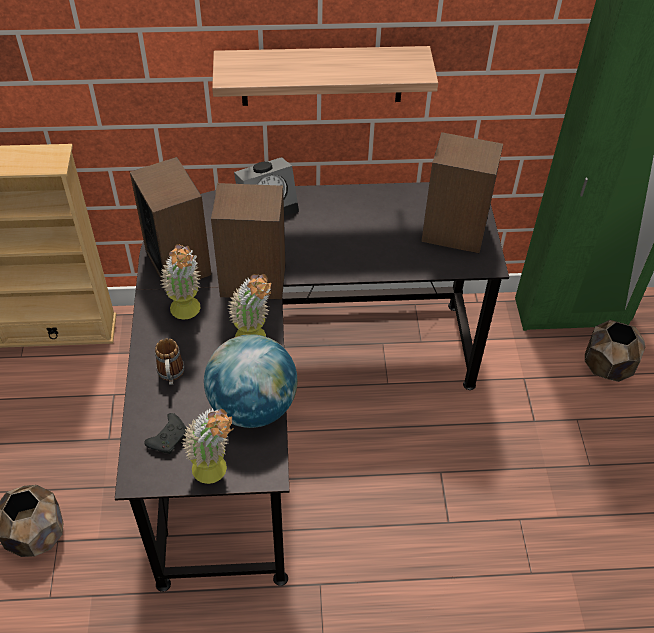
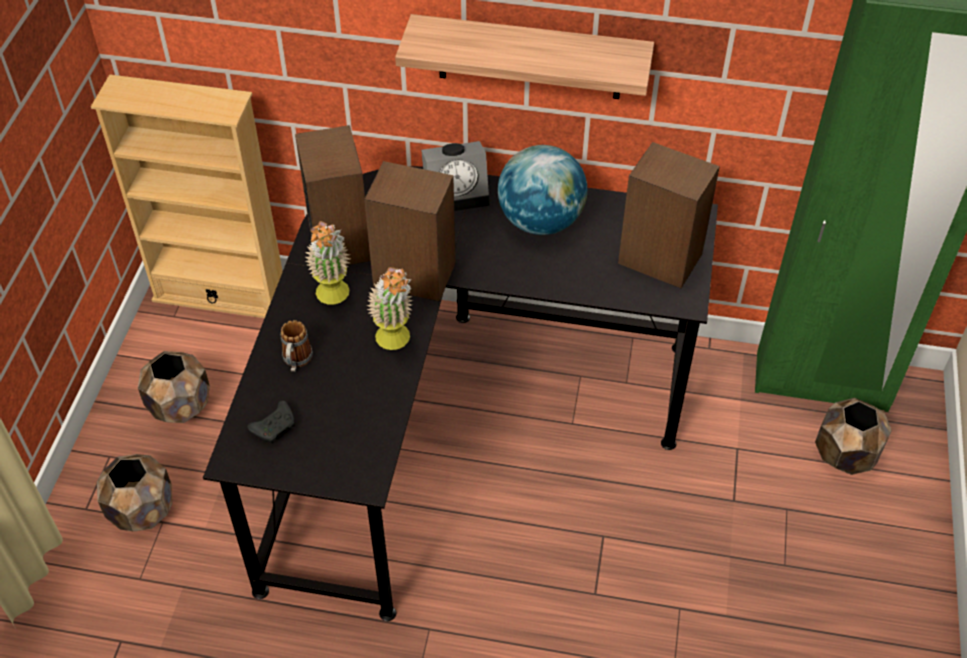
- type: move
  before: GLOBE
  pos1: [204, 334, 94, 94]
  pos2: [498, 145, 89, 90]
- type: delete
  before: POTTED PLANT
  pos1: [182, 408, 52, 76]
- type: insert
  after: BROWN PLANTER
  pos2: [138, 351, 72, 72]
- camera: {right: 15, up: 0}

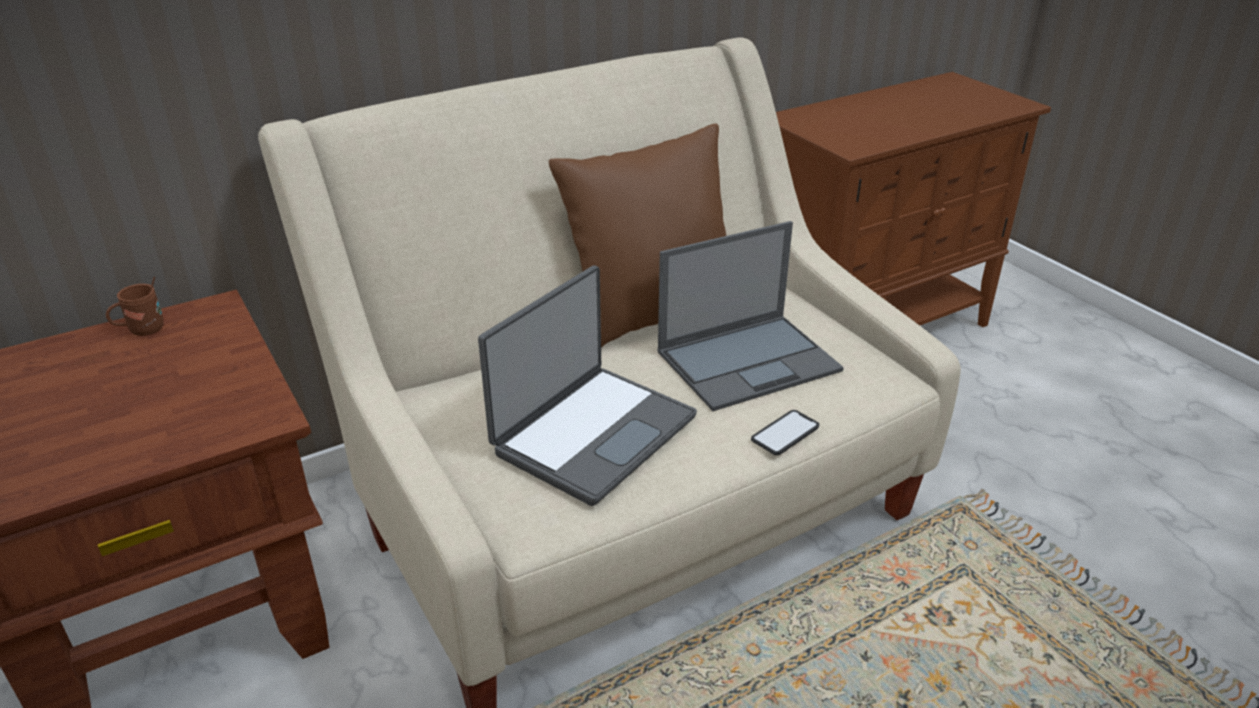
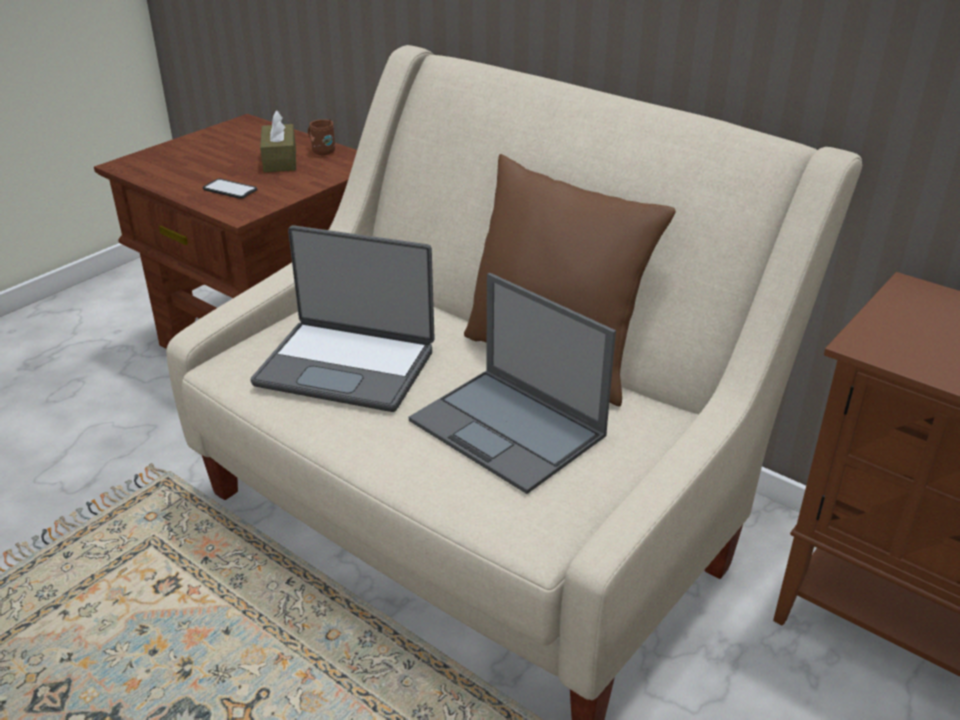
- type: move
  before: PHONE
  pos1: [751, 410, 68, 45]
  pos2: [203, 179, 54, 20]
- type: insert
  after: BROWN TISSUE BOX
  pos2: [260, 110, 36, 62]
- camera: {right: 70, up: 0}

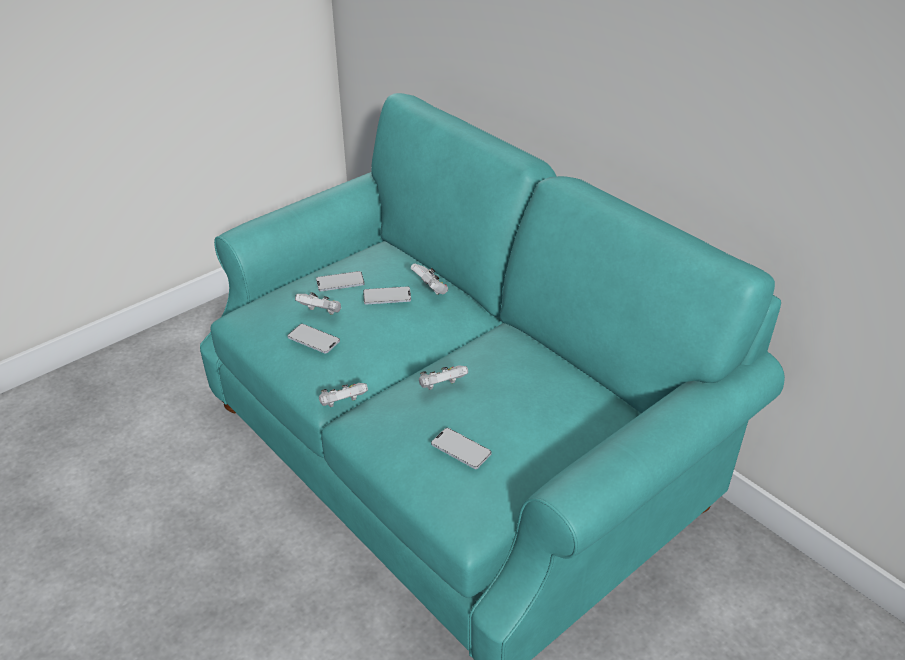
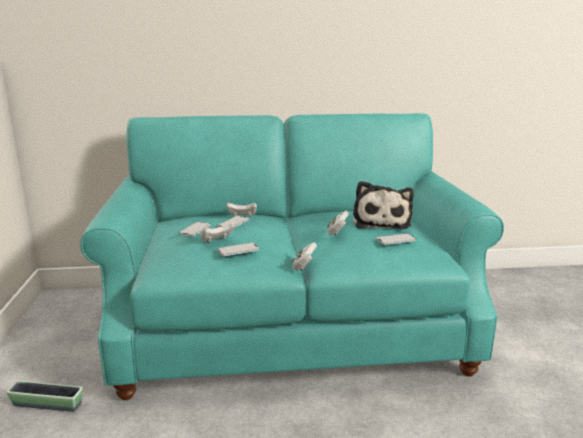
- type: insert
  after: PLUSH TOY
  pos2: [353, 181, 61, 48]
- type: insert
  after: PLANTER
  pos2: [7, 381, 76, 31]
- camera: {right: -55, up: -20}

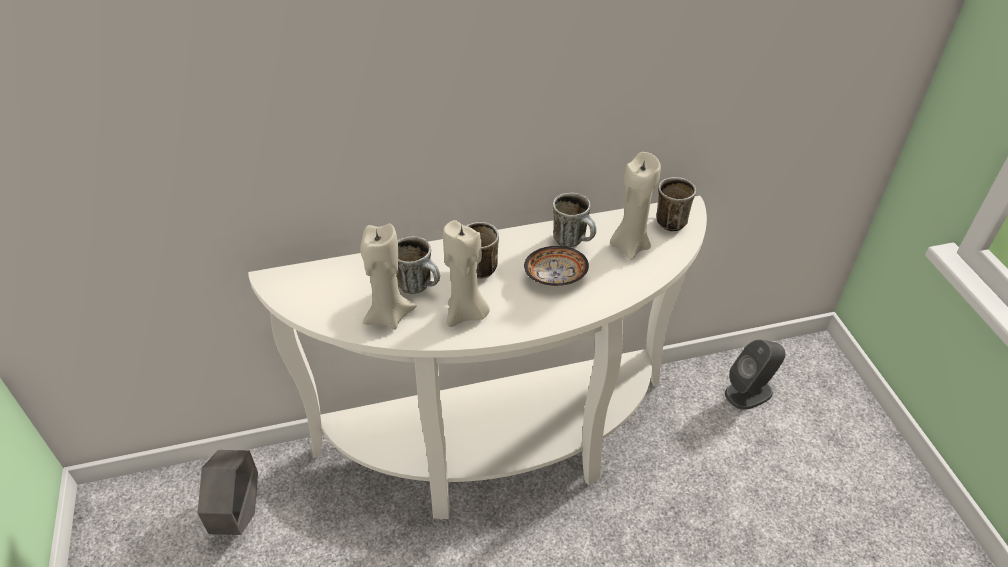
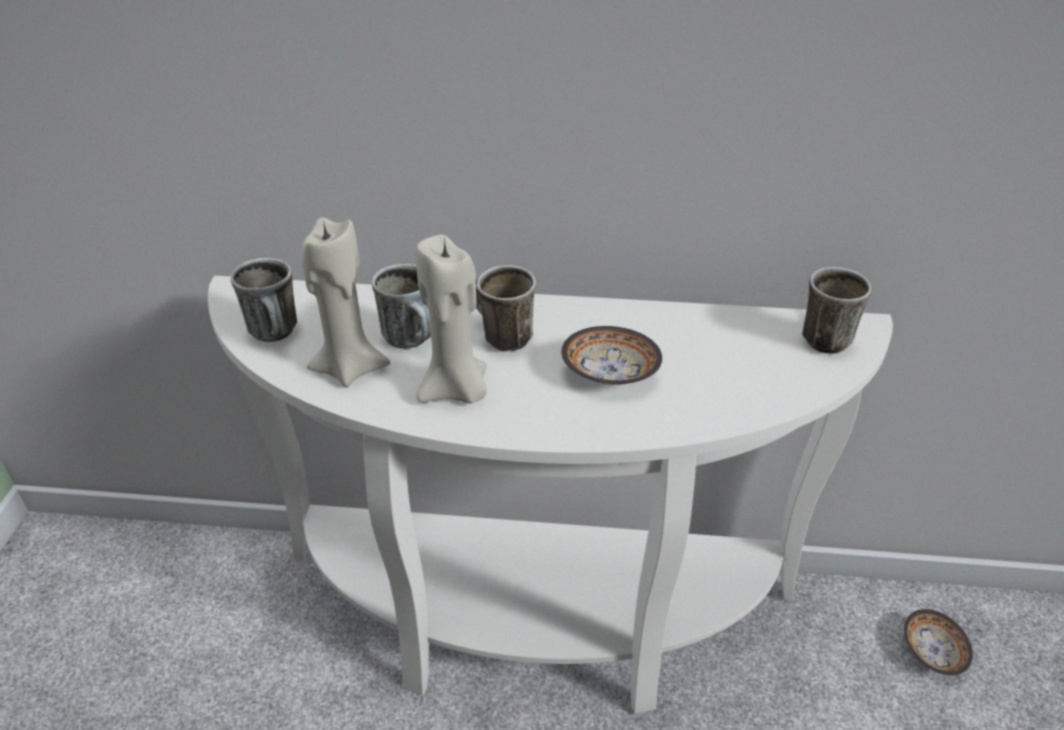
- type: delete
  before: BEIGE CANDLE
  pos1: [610, 152, 51, 108]
- type: move
  before: MUG
  pos1: [553, 193, 43, 54]
  pos2: [231, 258, 66, 84]
- type: replace
  before: GREY SPEAKER
  after: BOWL
  pos1: [725, 340, 61, 70]
  pos2: [904, 609, 69, 66]
- type: delete
  before: GREY PLANTER
  pos1: [198, 450, 60, 85]
- camera: {right: 20, up: -5}

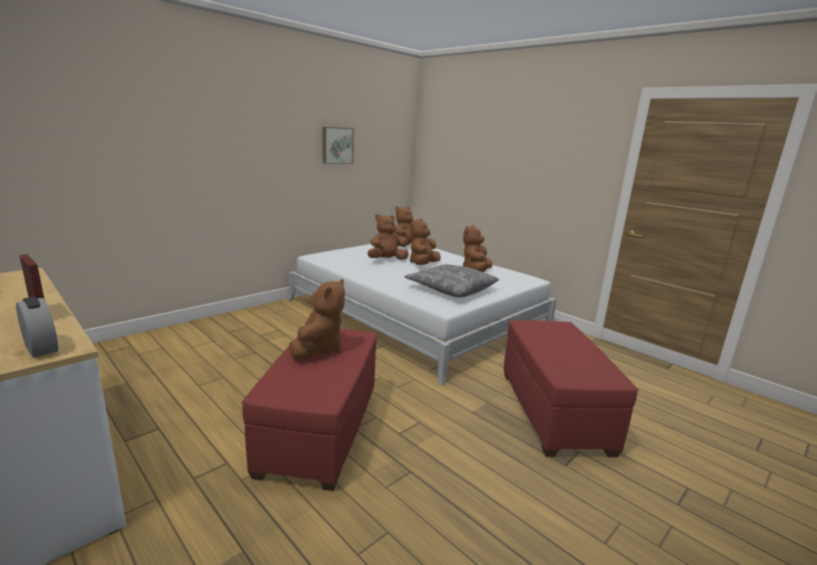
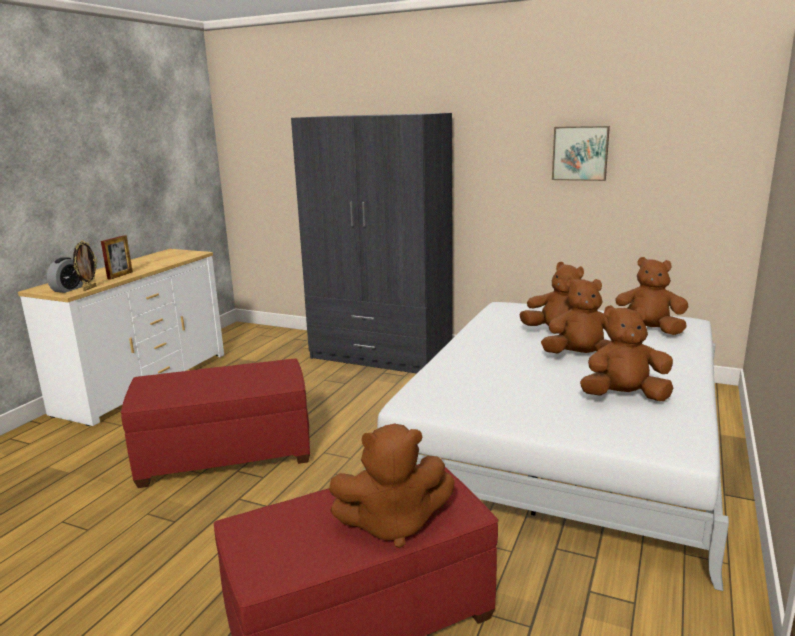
- type: delete
  before: GREY PILLOW
  pos1: [404, 264, 95, 34]
- type: move
  before: BROWN PLUSH TOY
  pos1: [289, 279, 56, 81]
  pos2: [329, 424, 126, 124]
- type: insert
  after: GREY WARDROBE
  pos2: [291, 113, 161, 261]
- type: insert
  after: PICTURE FRAME
  pos2: [73, 240, 24, 51]
- camera: {right: 70, up: 0}

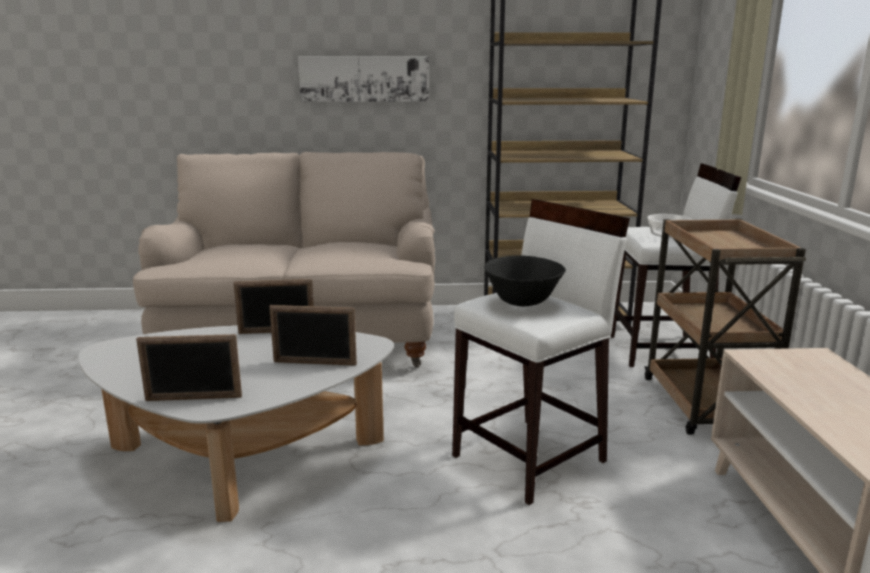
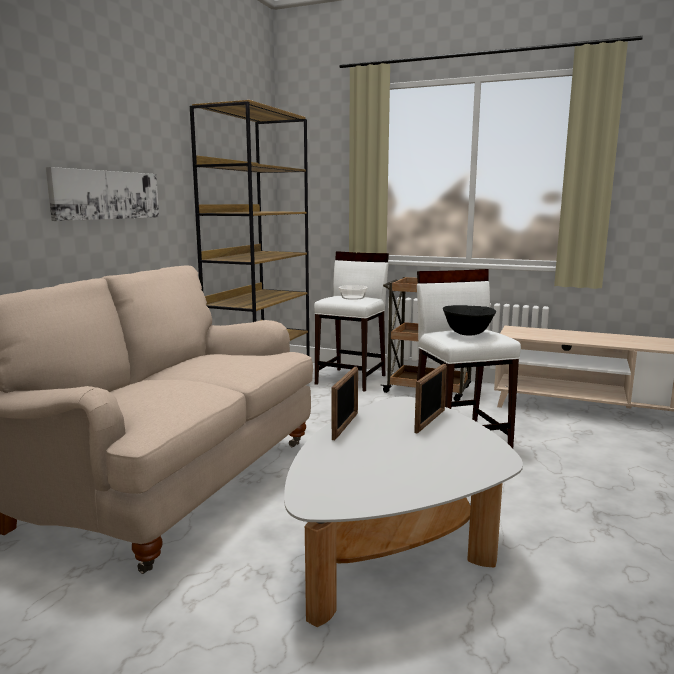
- type: delete
  before: PICTURE FRAME
  pos1: [136, 334, 106, 67]
- camera: {right: -65, up: -5}

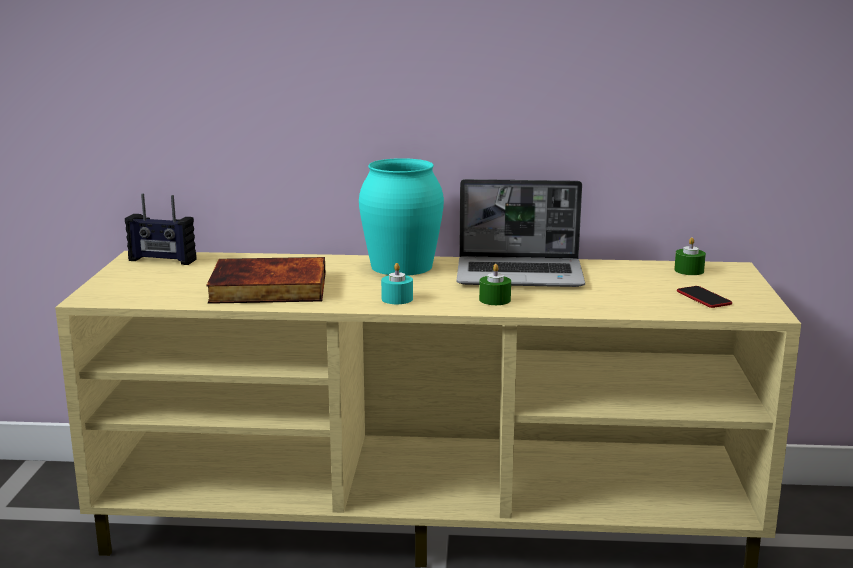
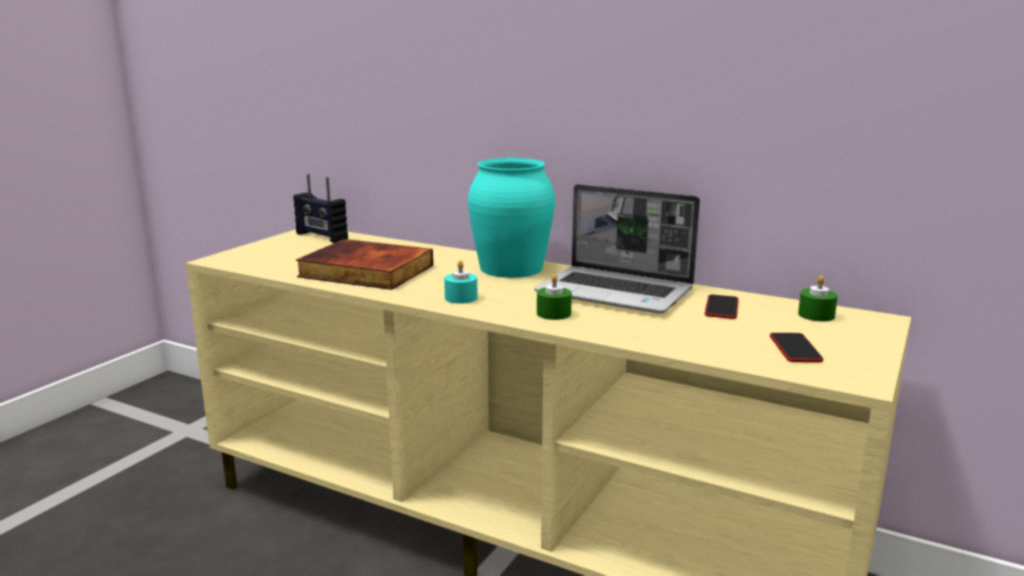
- type: insert
  after: PHONE
  pos2: [705, 295, 34, 24]
- camera: {right: 25, up: 0}

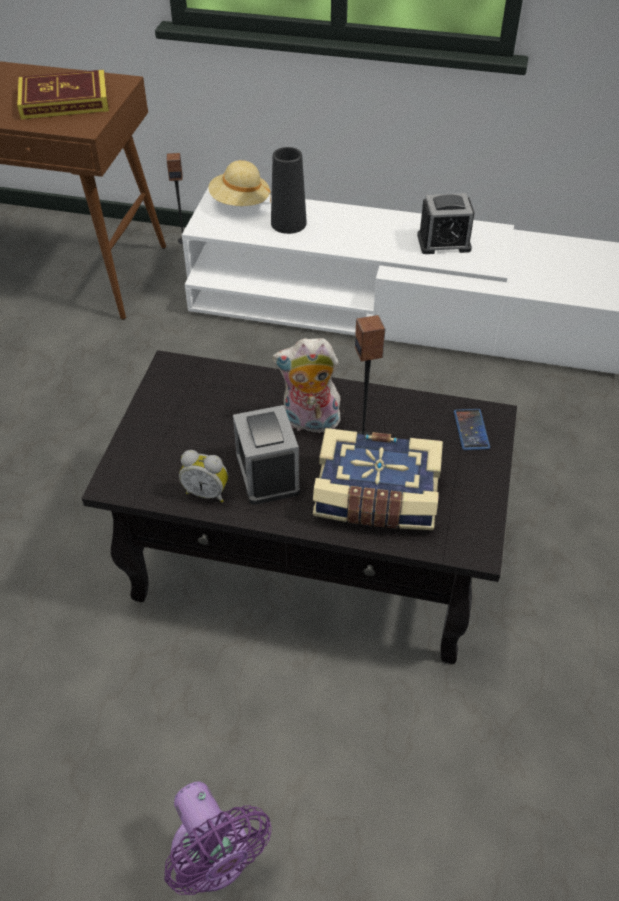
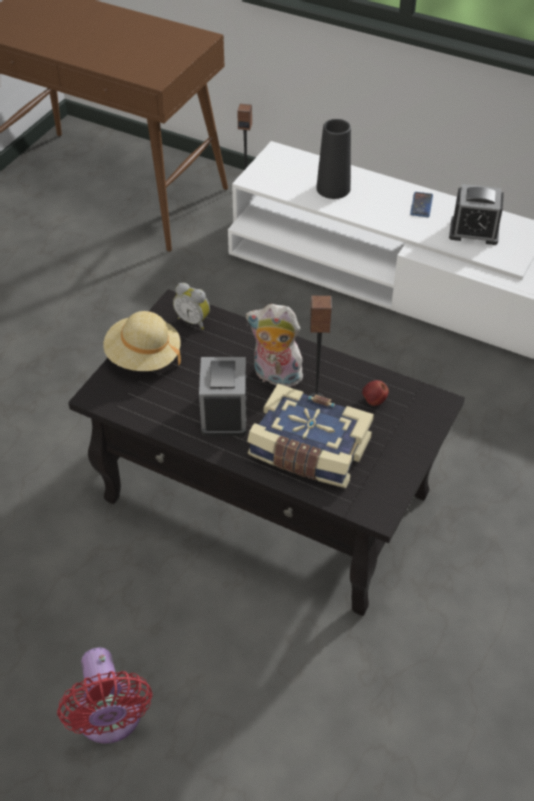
- type: delete
  before: BOOK
  pos1: [17, 70, 92, 50]
- type: move
  before: BEIGE HAT
  pos1: [208, 160, 63, 46]
  pos2: [103, 311, 78, 60]
- type: move
  before: PHONE
  pos1: [454, 409, 36, 41]
  pos2: [410, 192, 23, 25]
- type: move
  before: ALARM CLOCK
  pos1: [179, 450, 49, 53]
  pos2: [173, 283, 37, 47]
- type: recolor
  before: PURPLE FAN
  after: RED FAN
  pos1: [164, 781, 108, 114]
  pos2: [57, 648, 96, 96]
- type: insert
  after: APPLE
  pos2: [362, 380, 27, 26]
- camera: {right: 15, up: 0}

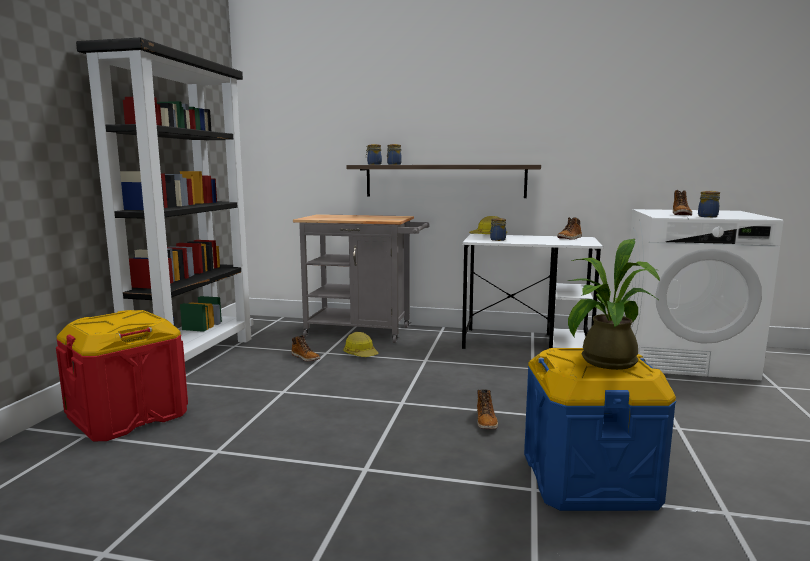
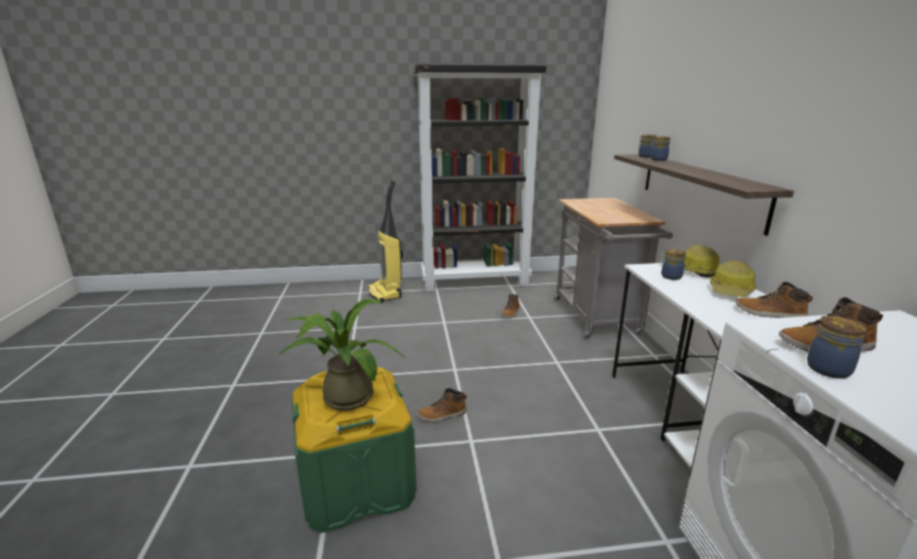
- type: replace
  before: RED STORAGE BOX
  after: VACUUM CLEANER
  pos1: [56, 310, 132, 131]
  pos2: [368, 180, 35, 123]
- type: move
  before: HARD HAT
  pos1: [343, 332, 35, 25]
  pos2: [710, 260, 47, 37]
- type: recolor
  before: BLUE STORAGE BOX
  after: GREEN STORAGE BOX
  pos1: [524, 348, 152, 163]
  pos2: [292, 367, 125, 166]
- camera: {right: 70, up: 10}

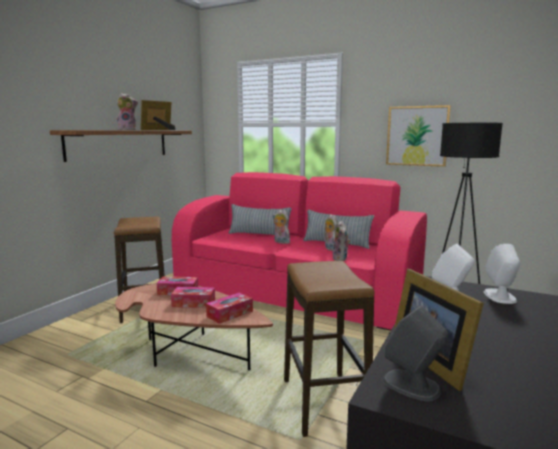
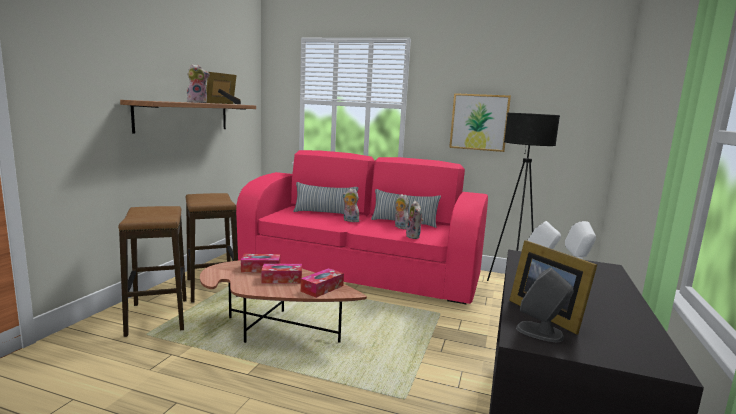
- type: move
  before: STOOL
  pos1: [284, 261, 91, 176]
  pos2: [118, 206, 69, 131]
- camera: {right: -10, up: 0}

